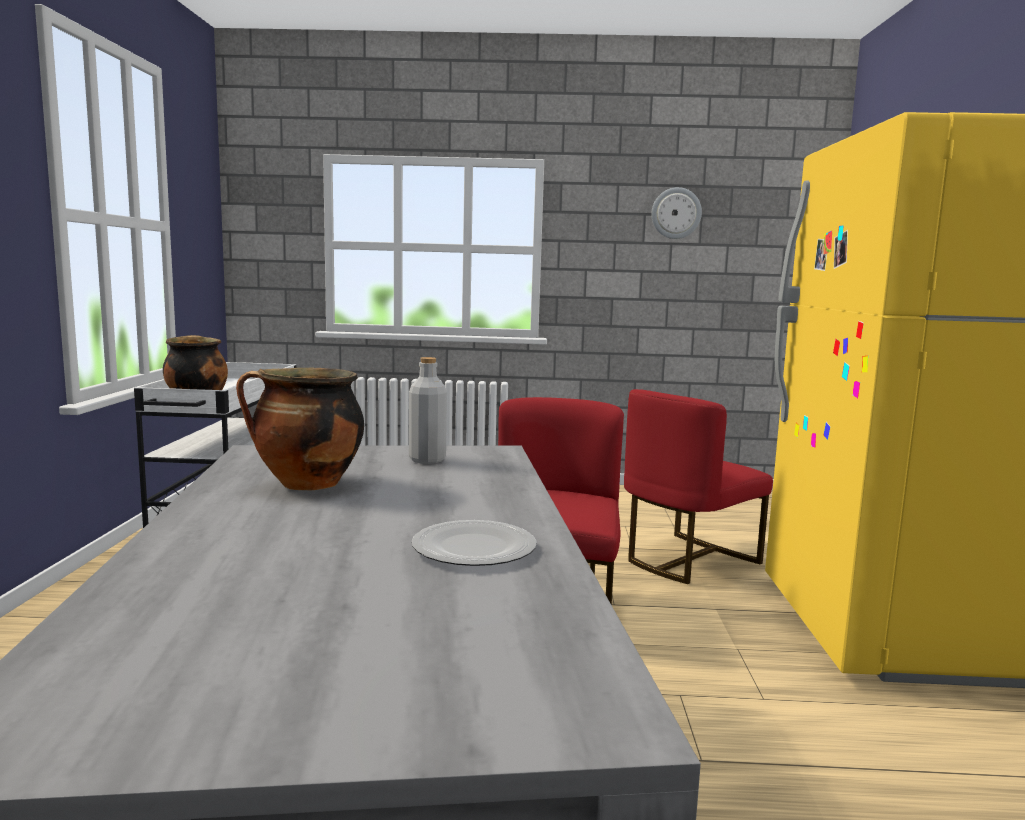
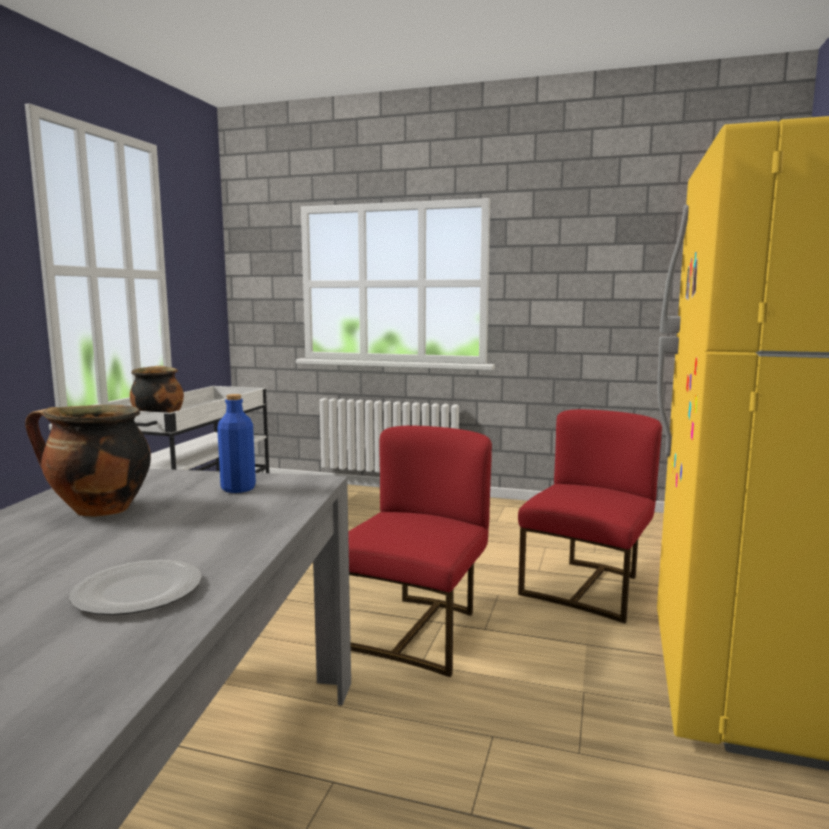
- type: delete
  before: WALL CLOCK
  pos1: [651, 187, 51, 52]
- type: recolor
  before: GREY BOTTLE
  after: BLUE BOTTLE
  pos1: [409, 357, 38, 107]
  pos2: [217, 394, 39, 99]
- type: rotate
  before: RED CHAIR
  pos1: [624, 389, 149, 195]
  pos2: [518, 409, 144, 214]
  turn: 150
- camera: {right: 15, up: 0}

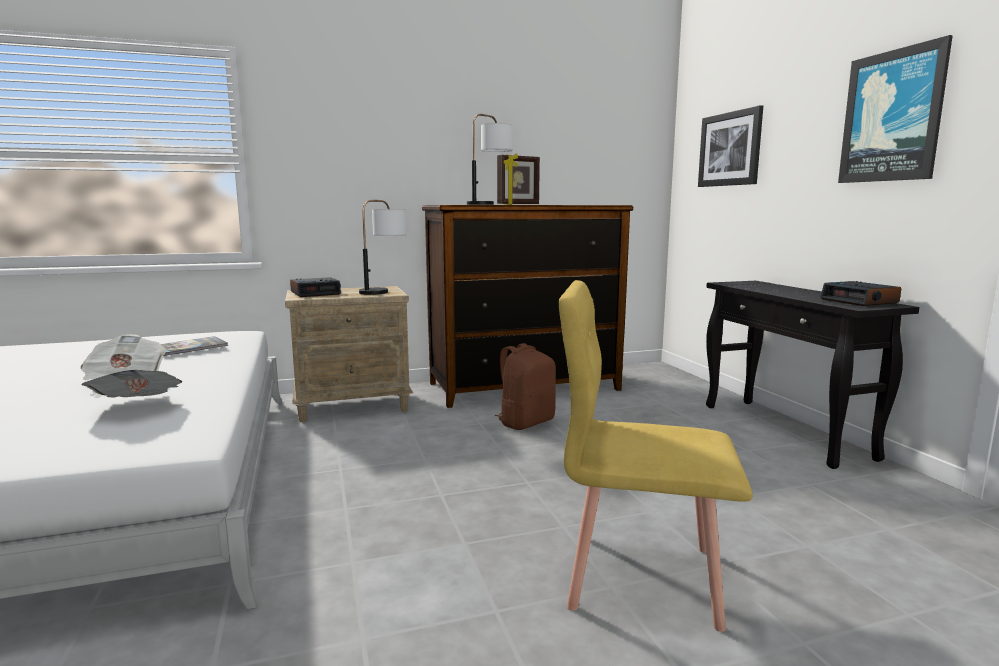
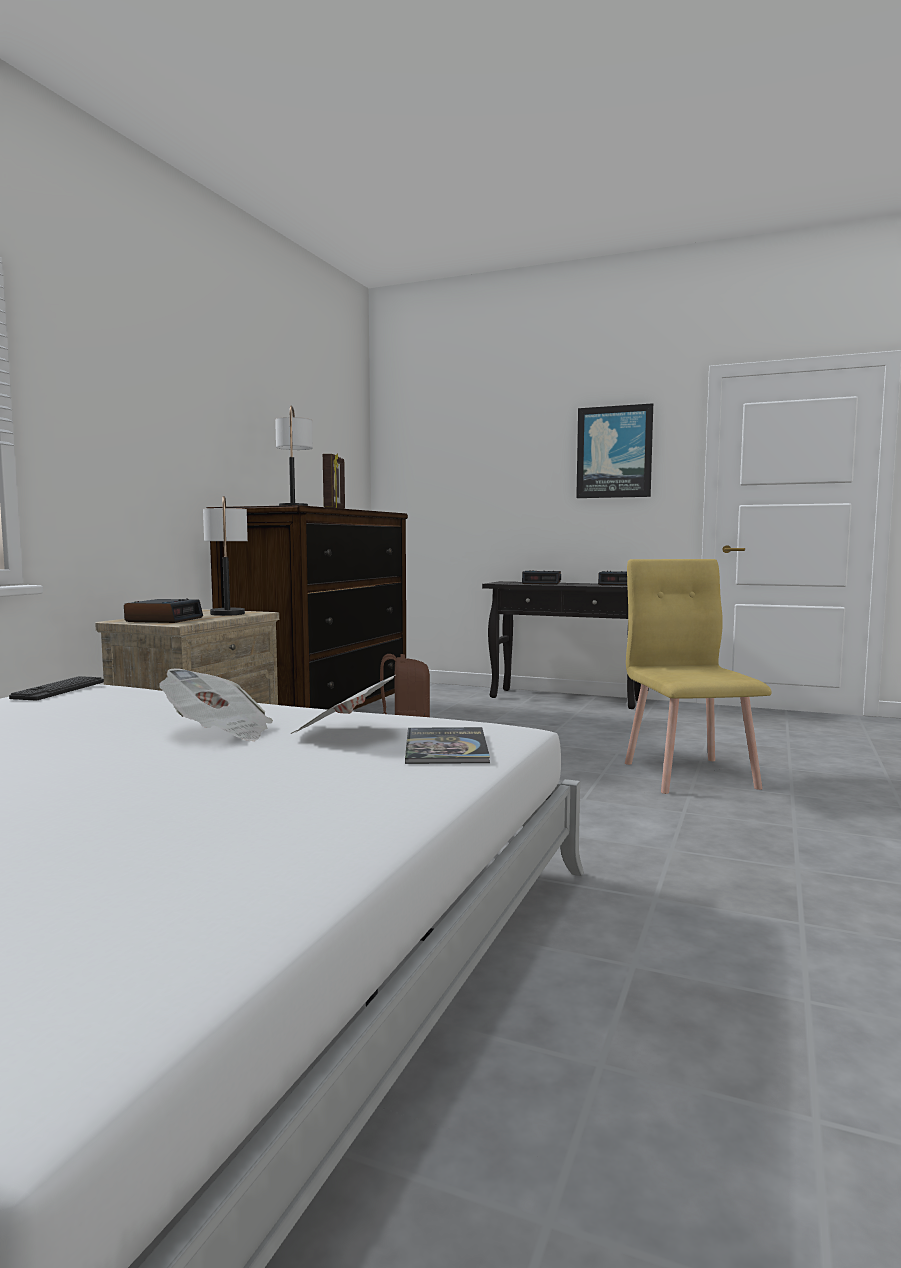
- type: delete
  before: PICTURE
  pos1: [698, 105, 65, 82]
- type: rotate
  before: YELLOW CHAIR
  pos1: [559, 280, 194, 352]
  pos2: [625, 559, 147, 235]
  turn: 120
- type: move
  before: BOOK
  pos1: [161, 336, 67, 20]
  pos2: [405, 727, 85, 37]
- type: insert
  after: ALARM CLOCK
  pos2: [522, 570, 39, 15]
- type: insert
  after: KEYBOARD
  pos2: [9, 676, 95, 24]
- camera: {right: -50, up: -5}

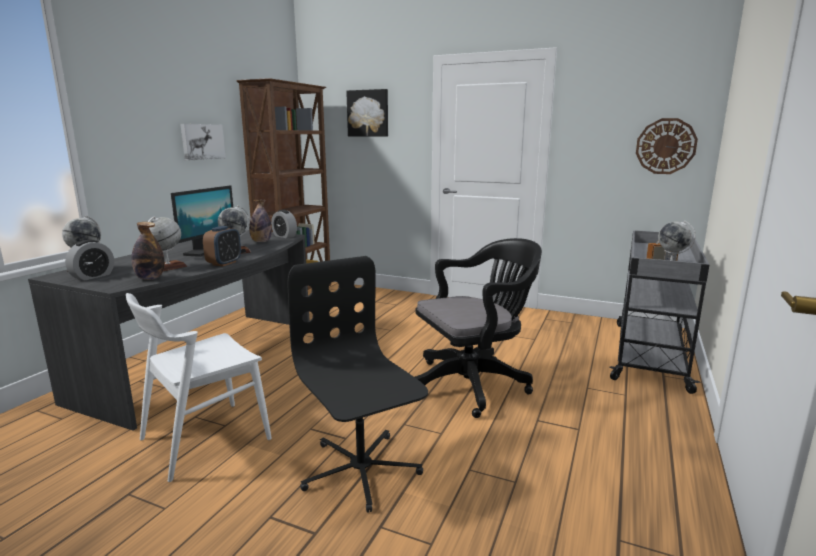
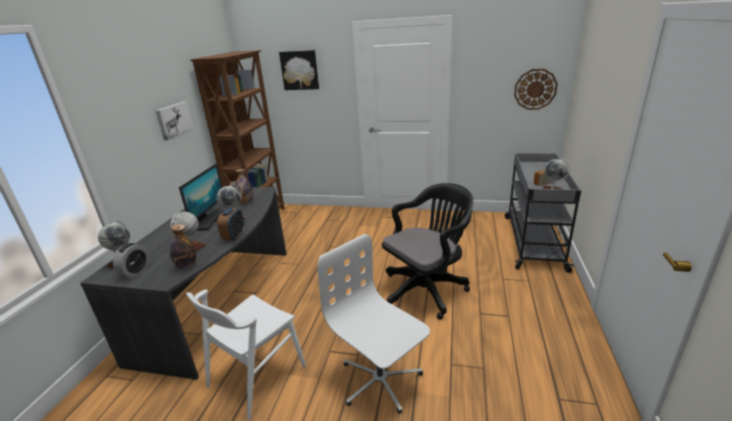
- type: delete
  before: ALARM CLOCK
  pos1: [271, 210, 26, 28]
- type: recolor
  before: BLACK OFFICE CHAIR
  after: WHITE OFFICE CHAIR
  pos1: [288, 256, 140, 257]
  pos2: [318, 234, 112, 180]
- camera: {right: -10, up: 10}

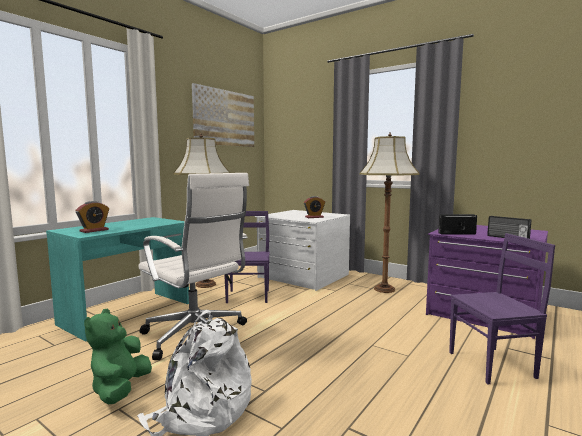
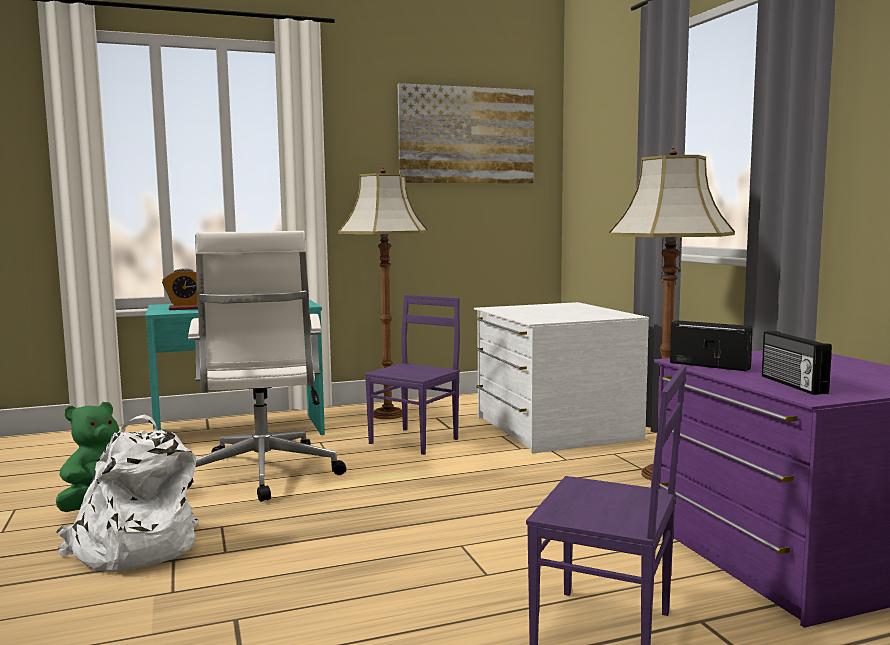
- type: delete
  before: ALARM CLOCK
  pos1: [304, 196, 21, 22]
- camera: {right: 35, up: 0}

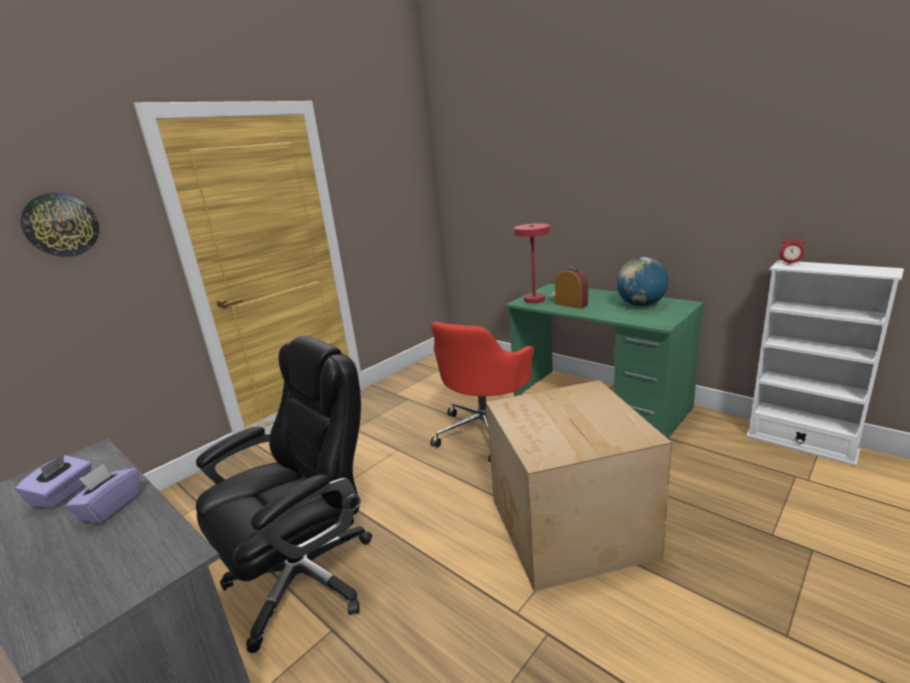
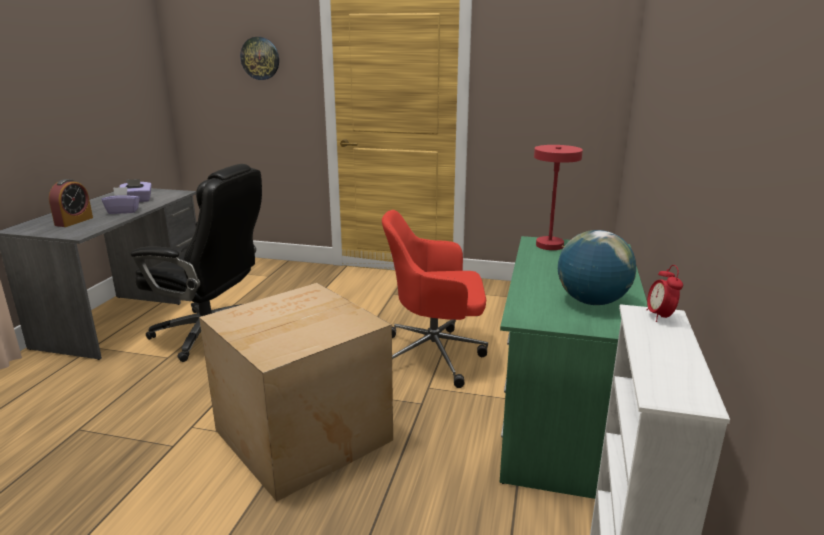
- type: move
  before: ALARM CLOCK
  pos1: [555, 267, 33, 42]
  pos2: [49, 179, 44, 48]
- camera: {right: 60, up: 0}

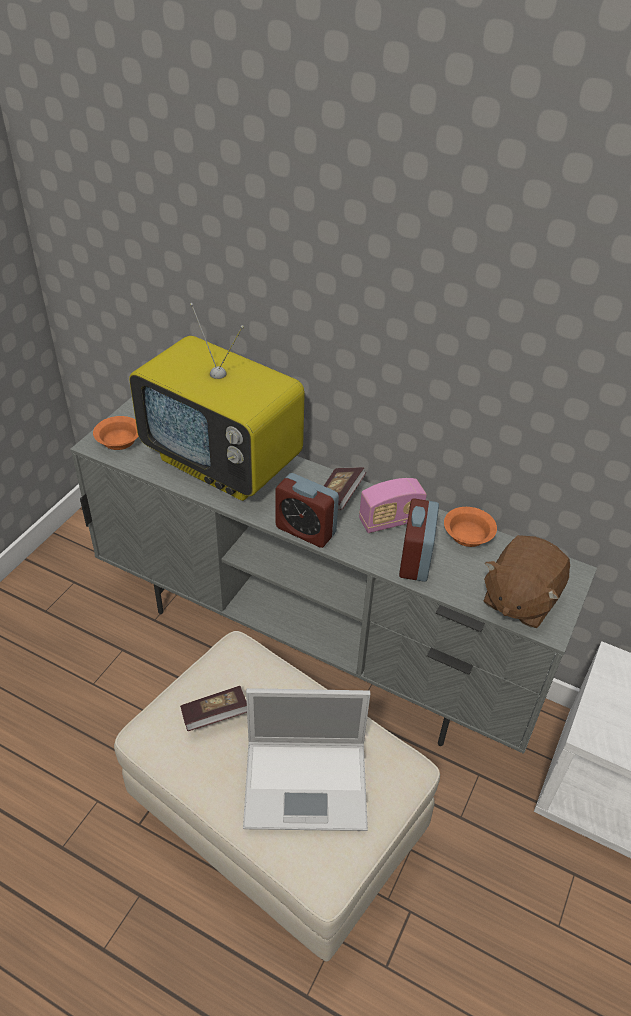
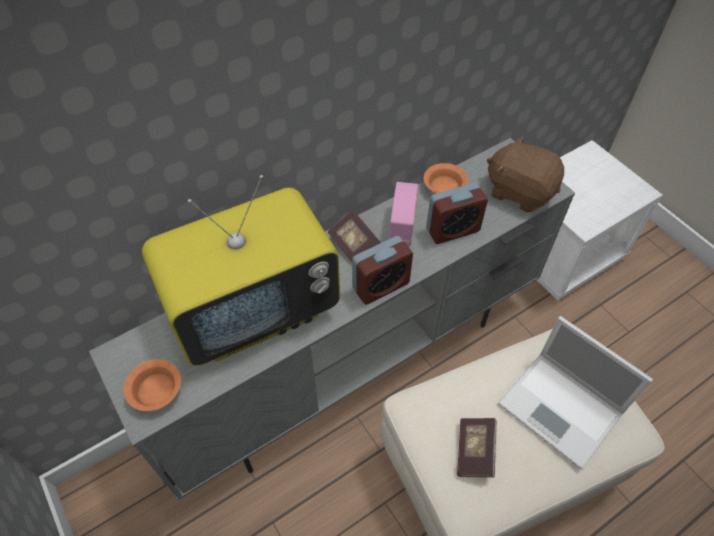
- type: rotate
  before: ALARM CLOCK
  pos1: [399, 498, 40, 84]
  pos2: [426, 183, 62, 61]
  turn: -60
- type: rotate
  before: BROWN PLUSH TOY
  pos1: [484, 535, 86, 93]
  pos2: [487, 135, 77, 77]
  turn: 150
- type: rotate
  before: LAPTOP
  pos1: [243, 688, 127, 143]
  pos2: [498, 316, 155, 154]
  turn: 105
- camera: {right: -60, up: 10}

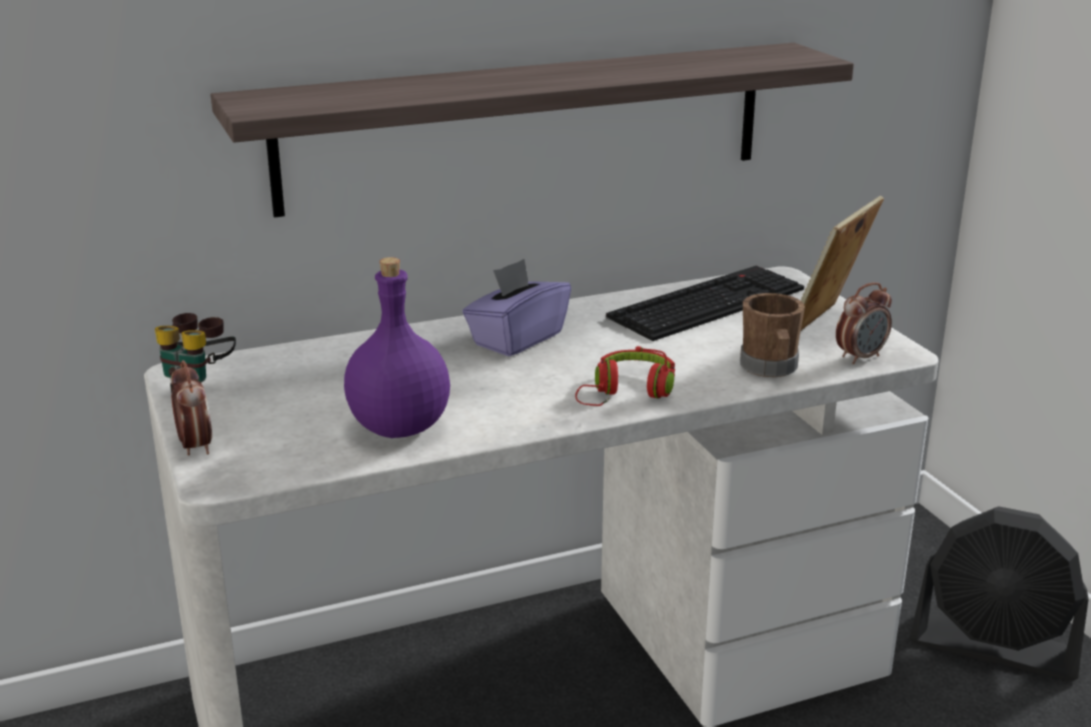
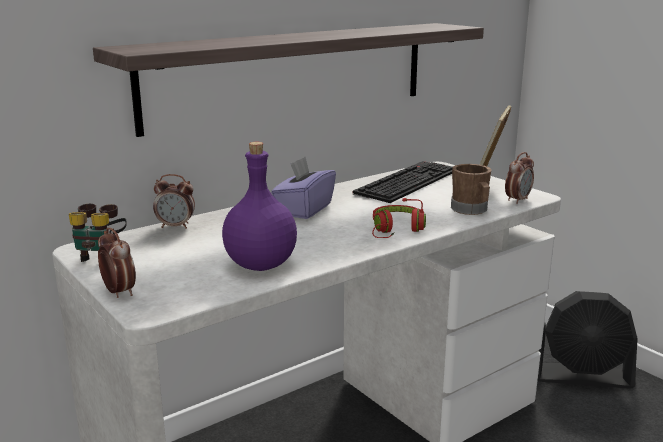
- type: insert
  after: ALARM CLOCK
  pos2: [153, 174, 42, 55]
- camera: {right: -15, up: -5}

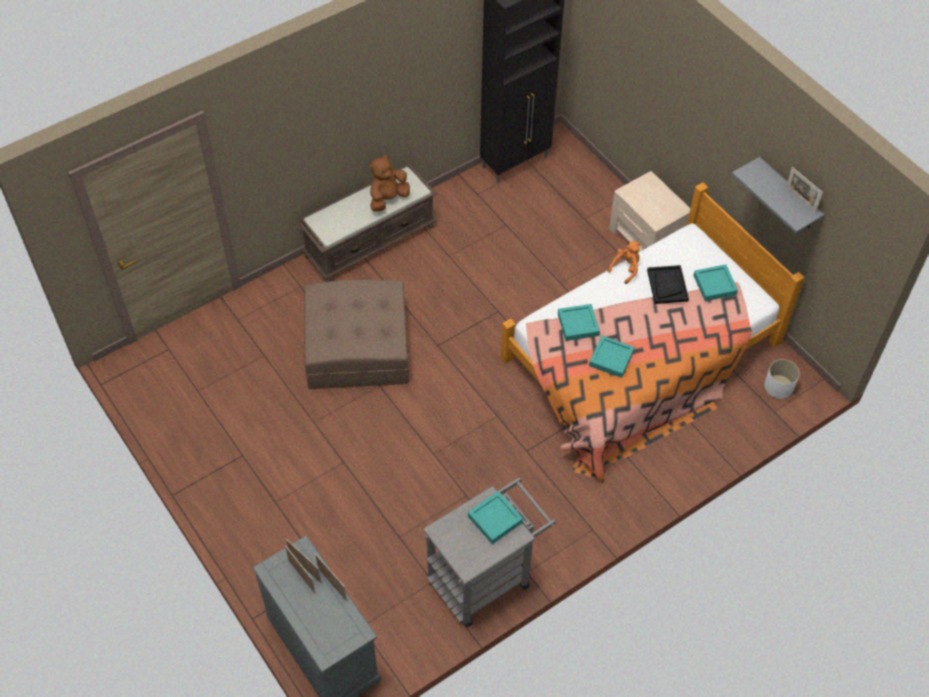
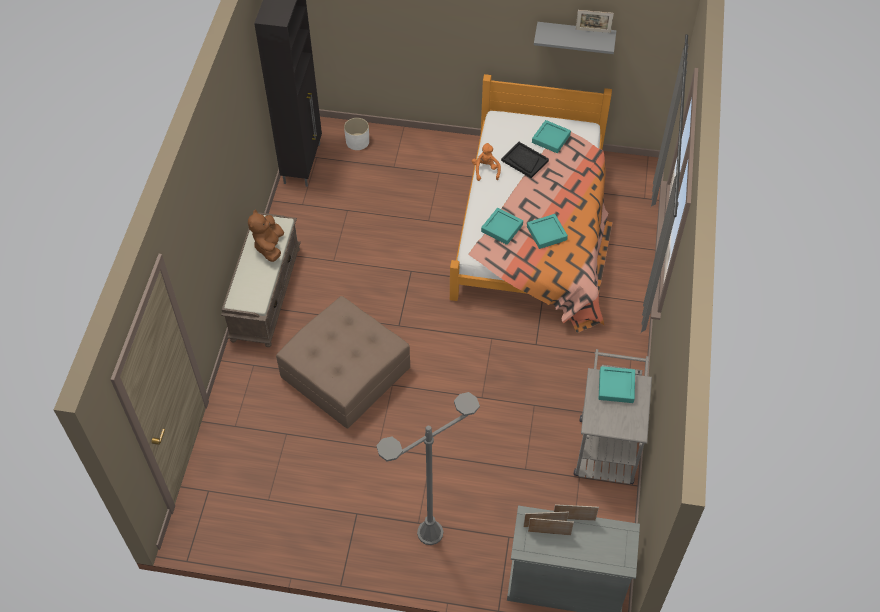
- type: delete
  before: BEIGE NIGHTSTAND
  pos1: [609, 171, 81, 81]
- type: move
  before: WHITE PLANTER
  pos1: [765, 359, 35, 40]
  pos2: [344, 118, 25, 32]
- type: insert
  after: GREY FLOOR LAMP
  pos2: [376, 392, 104, 153]
- camera: {right: -45, up: 0}

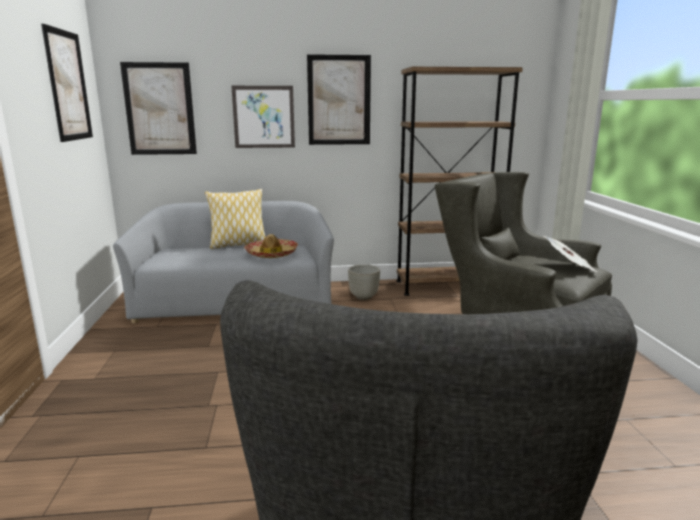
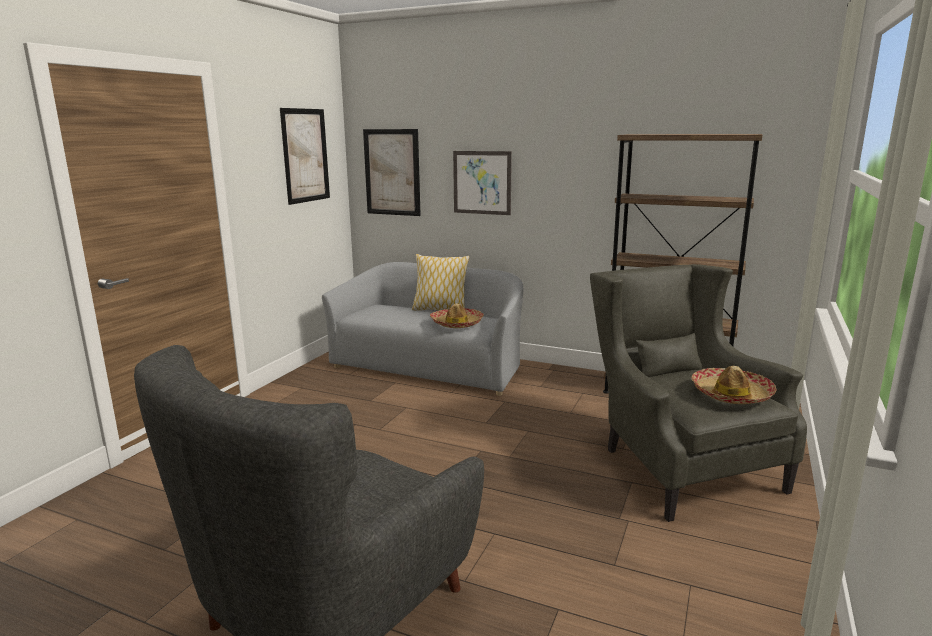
- type: delete
  before: PICTURE
  pos1: [307, 54, 64, 91]
- type: replace
  before: NEWSPAPER
  after: HAT
  pos1: [543, 236, 54, 36]
  pos2: [691, 366, 85, 38]
- type: delete
  before: GREY PLANTER
  pos1: [348, 264, 32, 36]
- camera: {right: 30, up: 0}

